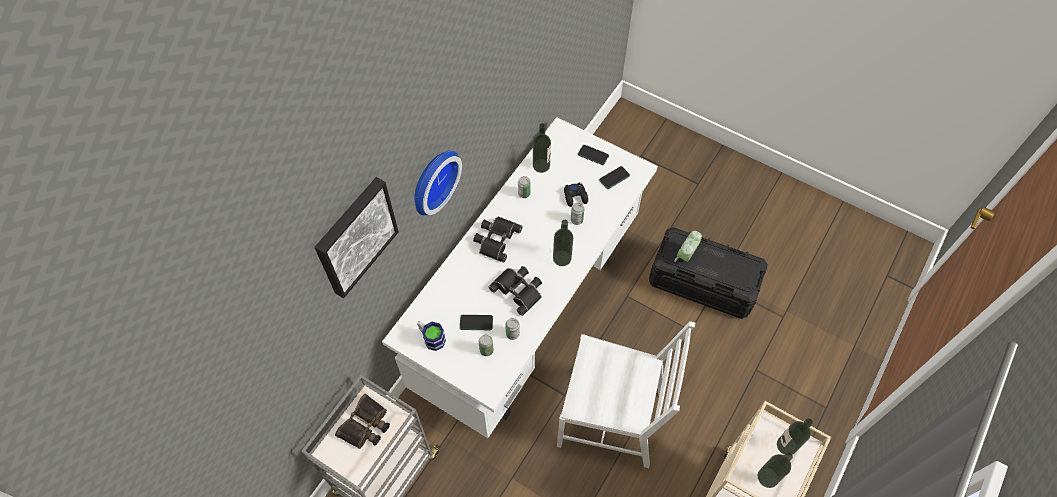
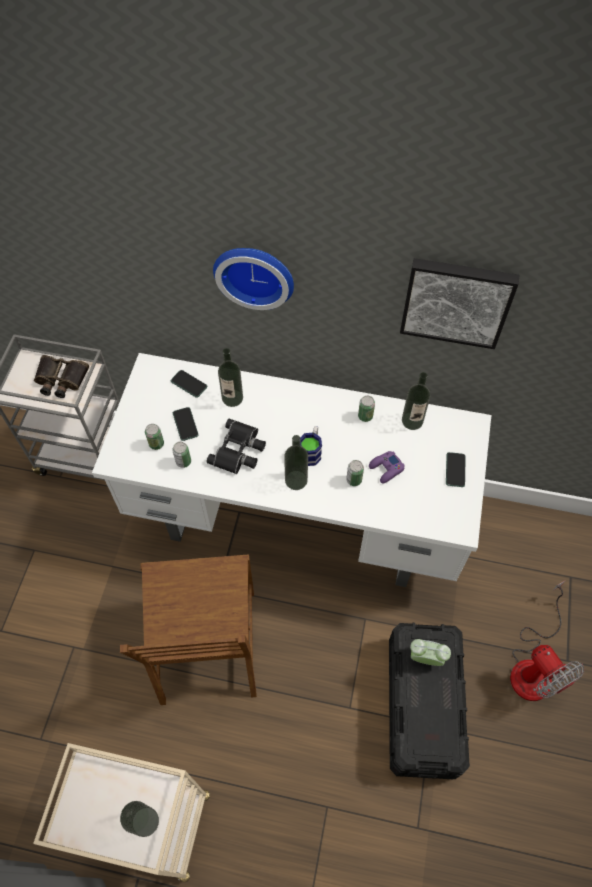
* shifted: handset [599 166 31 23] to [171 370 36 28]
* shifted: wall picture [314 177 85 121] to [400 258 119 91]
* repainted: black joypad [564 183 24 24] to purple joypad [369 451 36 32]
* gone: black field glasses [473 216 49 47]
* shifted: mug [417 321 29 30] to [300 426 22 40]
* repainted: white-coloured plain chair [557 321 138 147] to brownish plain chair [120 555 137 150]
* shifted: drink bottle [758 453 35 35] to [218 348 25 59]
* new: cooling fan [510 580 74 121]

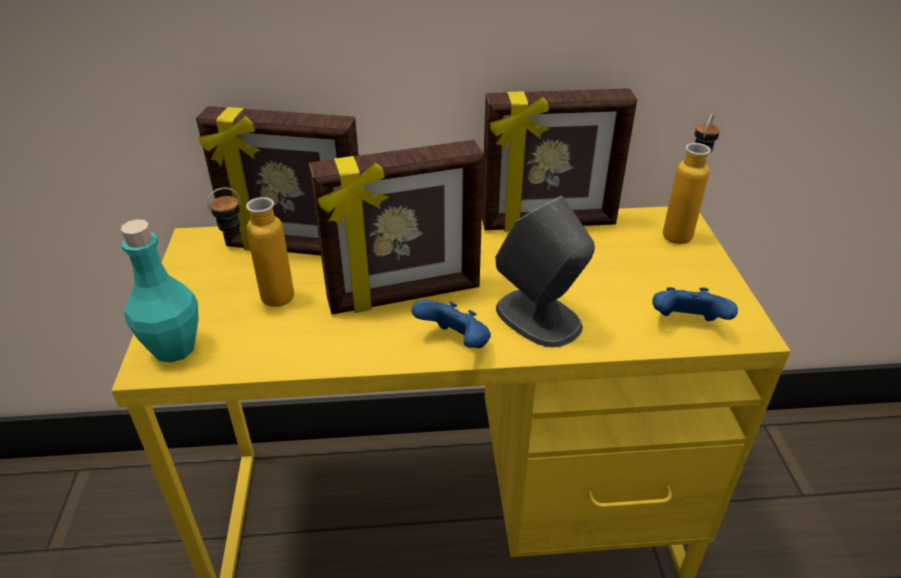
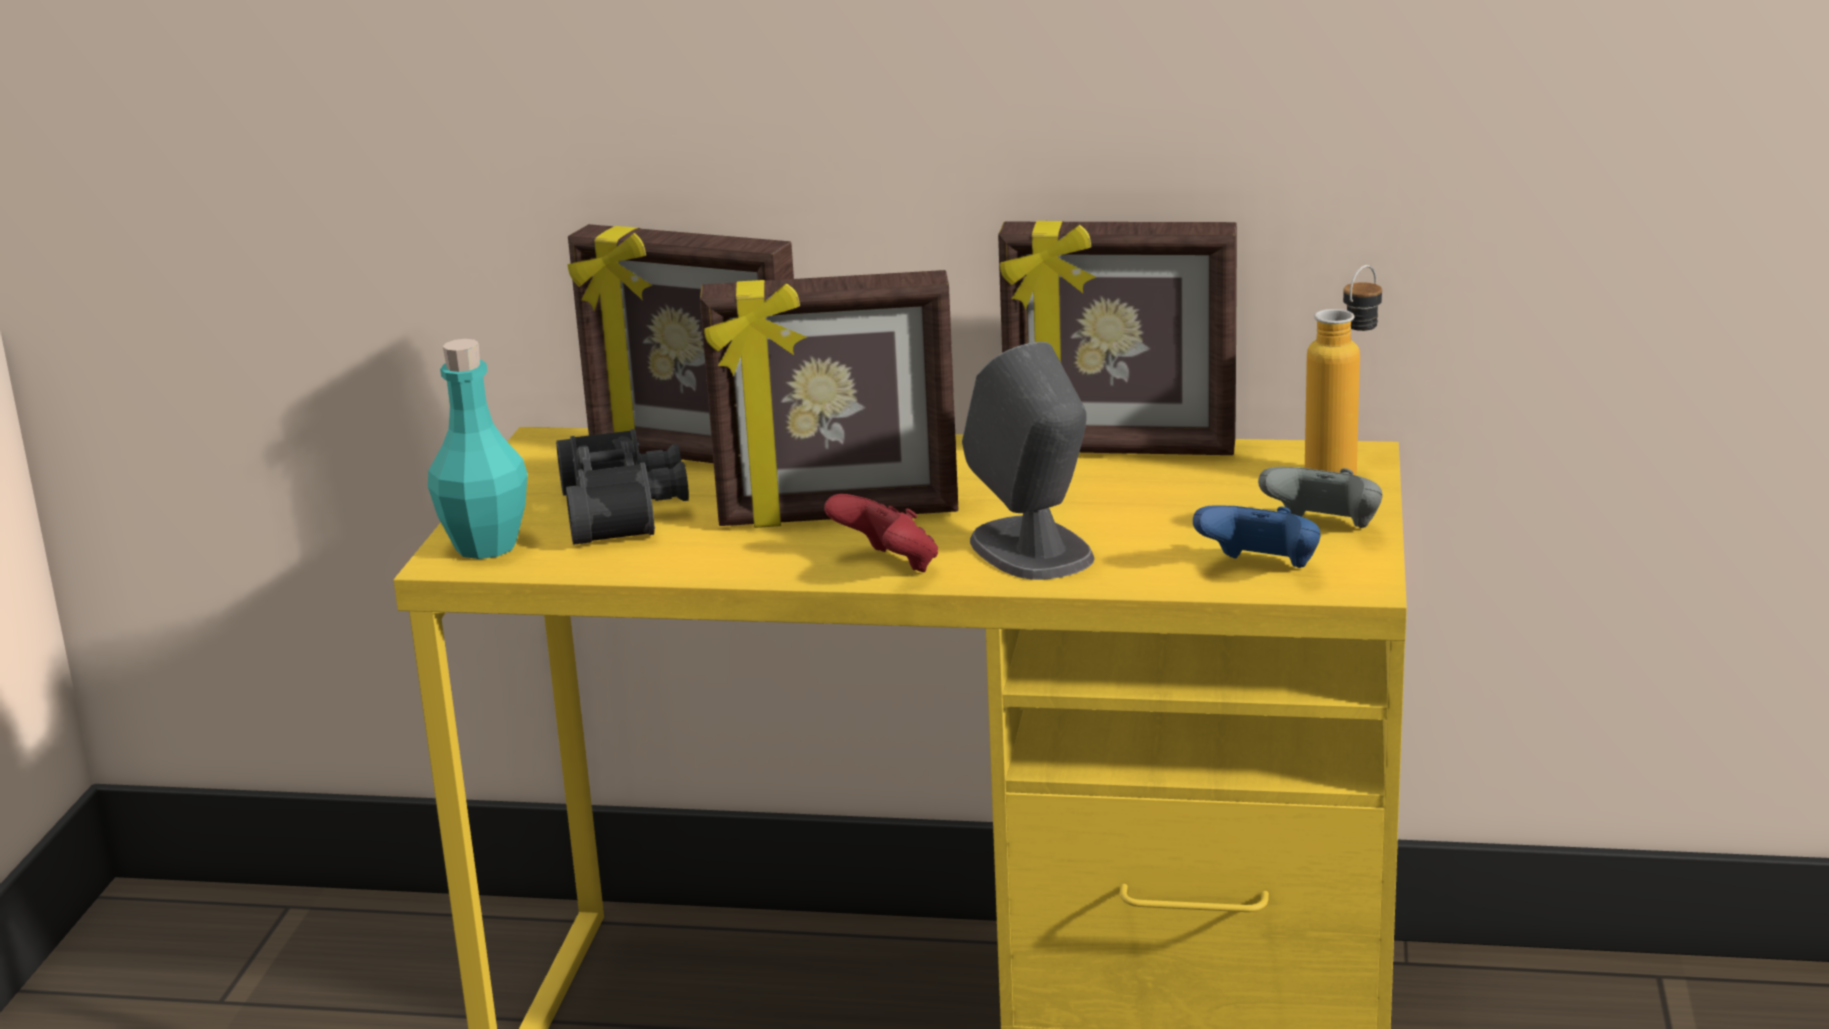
* swapped: drink bottle [207 187 87 120] to black field glasses [556 429 133 116]
* repainted: blue joypad [412 300 79 48] to reddish joypad [824 494 114 78]
* new: grey joypad [1258 467 124 61]

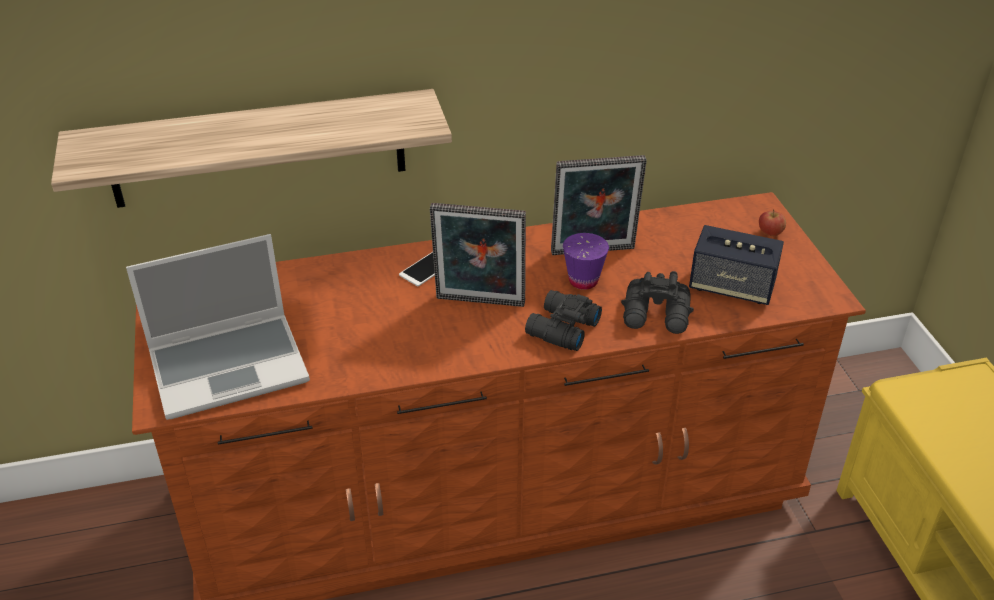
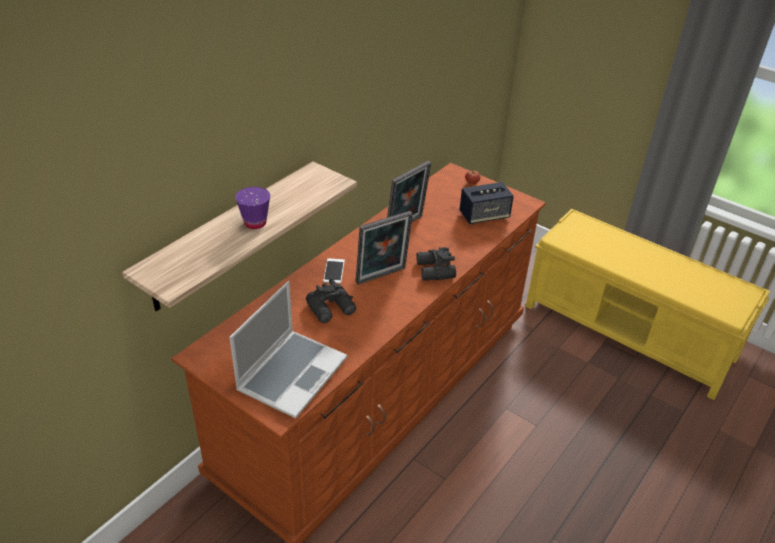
* shifted: purple drinking cup [563 233 46 57] to [235 187 35 42]
* shifted: black field glasses [621 271 73 63] to [306 279 50 44]

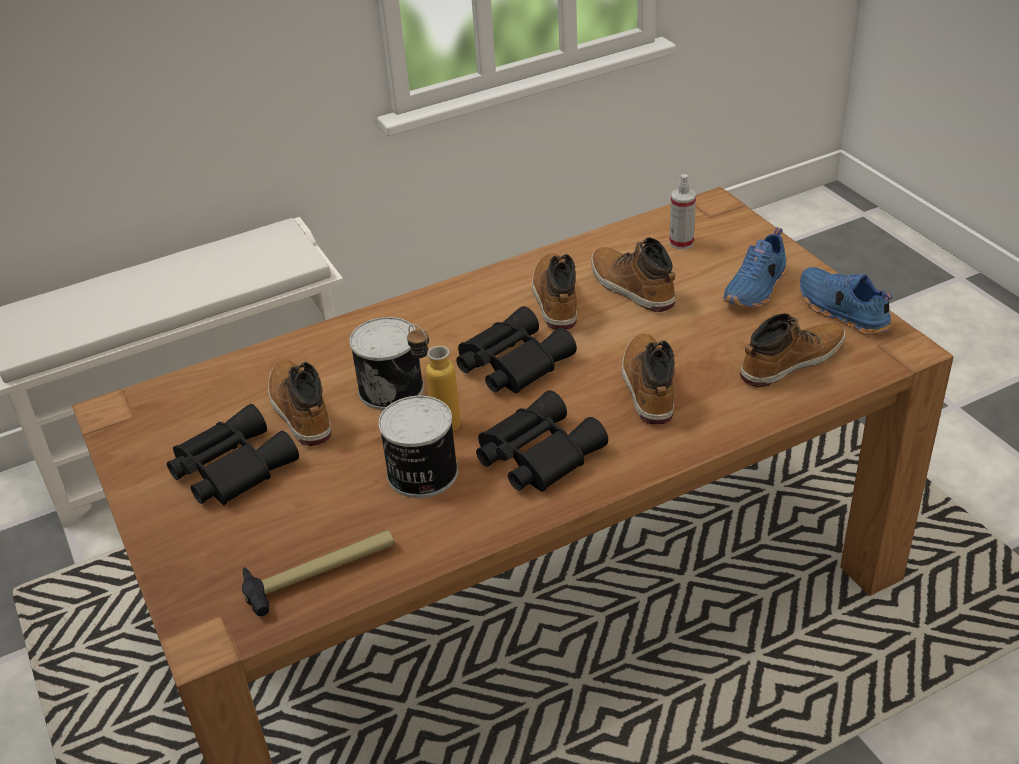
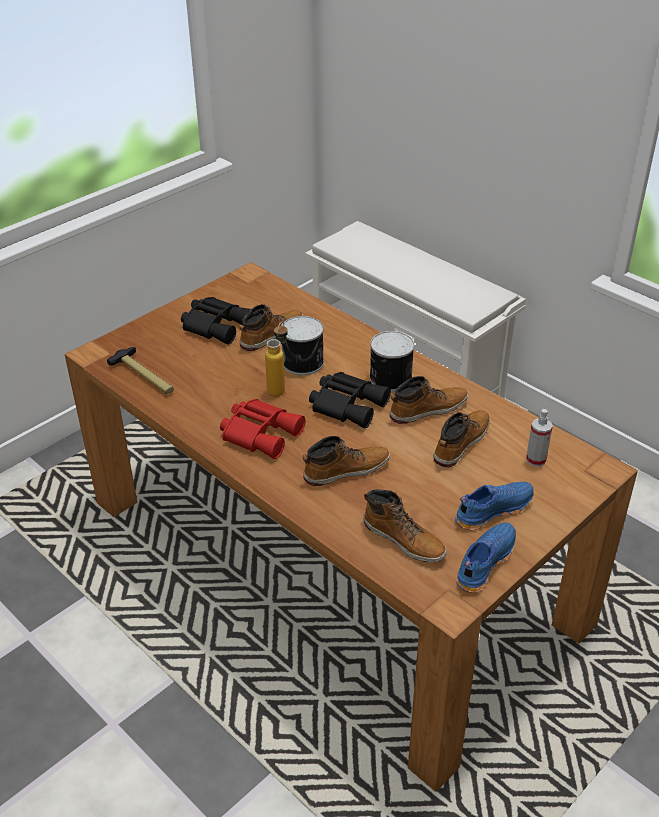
* rotated: blue item of footwear [723 227 63 81] = [455 482 79 48] 135 degrees clockwise
* repainted: black field glasses [476 390 132 102] to reddish field glasses [220 399 86 60]
* shifted: can [378 396 80 102] to [370 331 44 61]

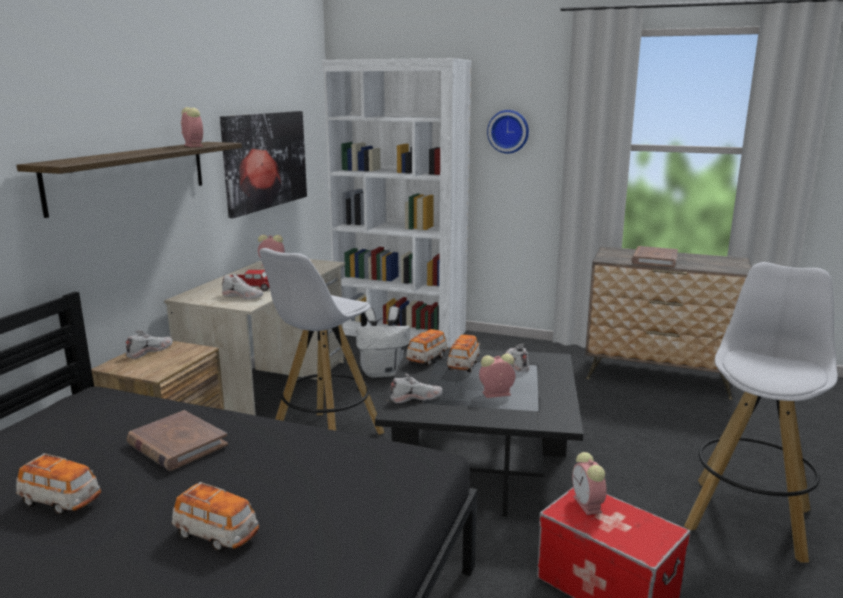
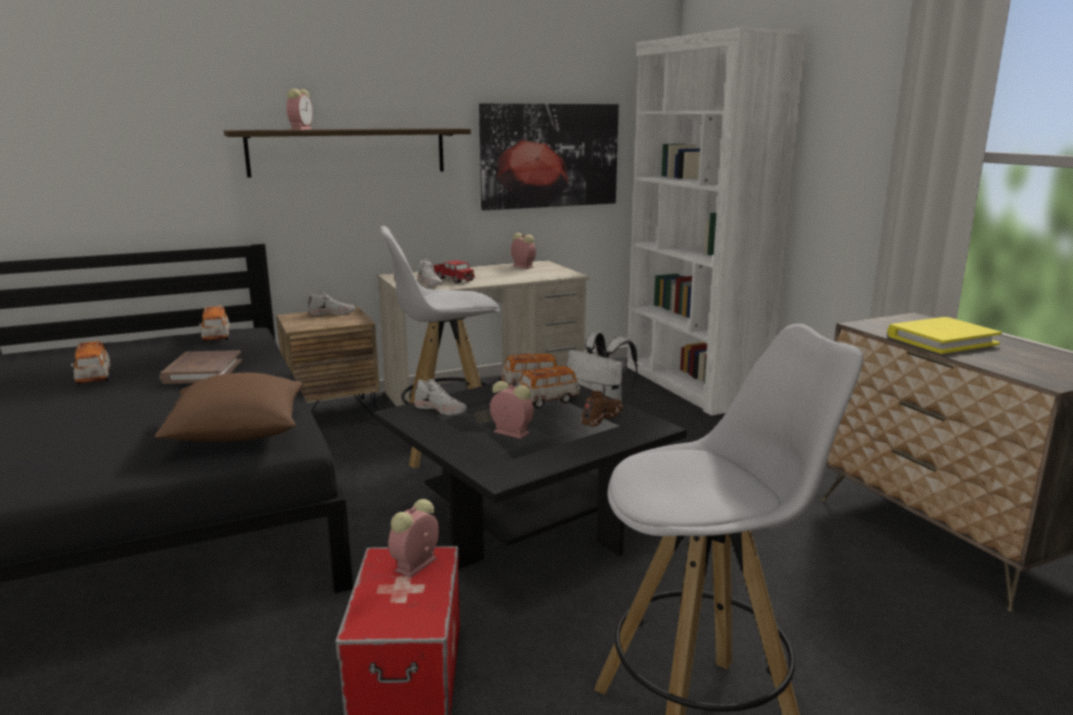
* shifted: table clock [181 107 22 40] to [287 88 26 42]
* gone: wall clock [487 110 42 44]
* repainted: brownish volume [631 246 47 22] to yellow volume [887 317 115 37]
* repainted: white-coloured item of footwear [506 344 23 28] to brownish item of footwear [581 391 42 36]
* shifted: miniature car [172 482 87 70] to [199 305 31 37]
* new: brownish pillow [154 373 149 69]

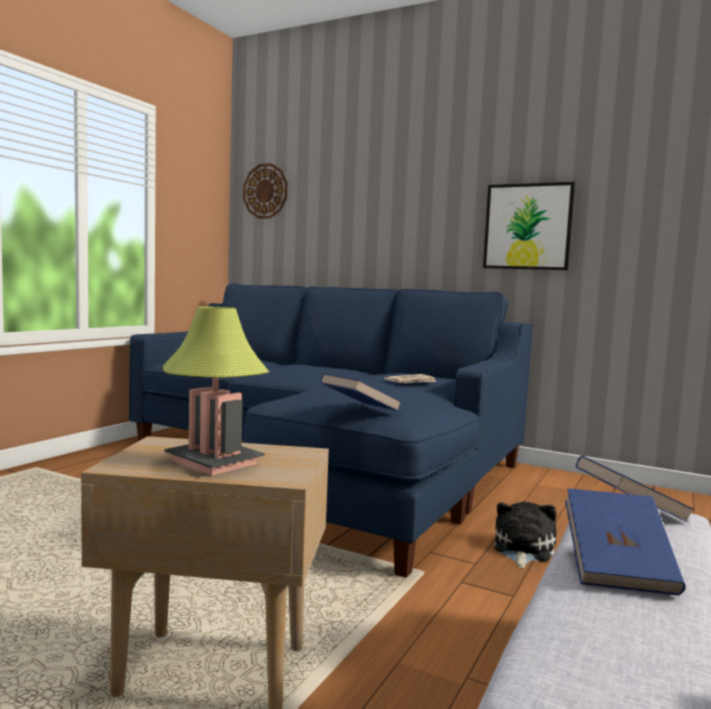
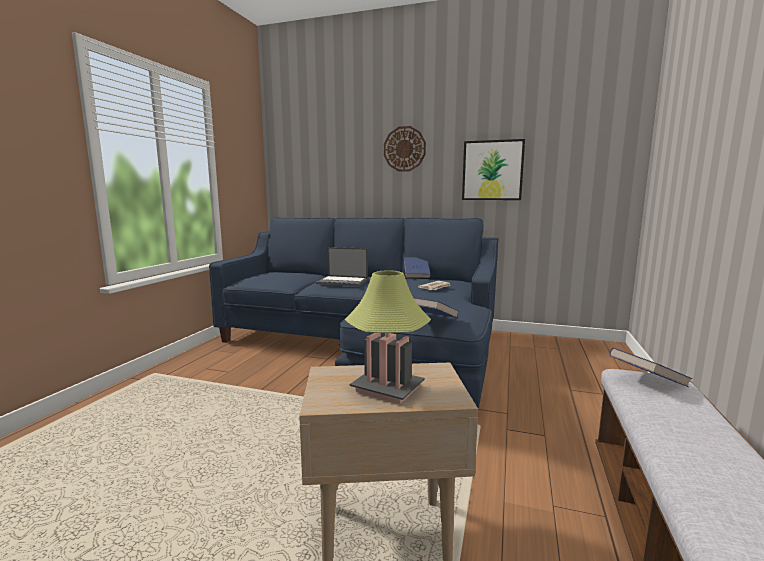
* shifted: wall clock [243 163 45 56] to [384 126 42 46]
* shifted: blue volume [565 488 120 107] to [404 257 27 21]
* gone: cuddly toy [494 502 62 67]
* new: portable computer [316 247 52 39]

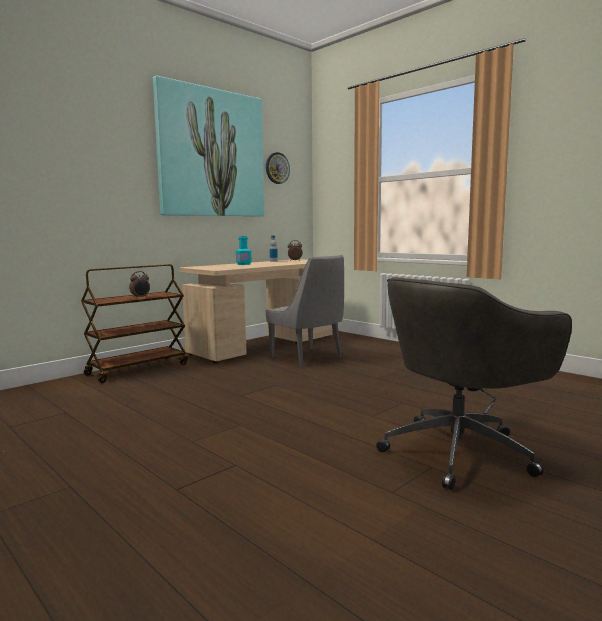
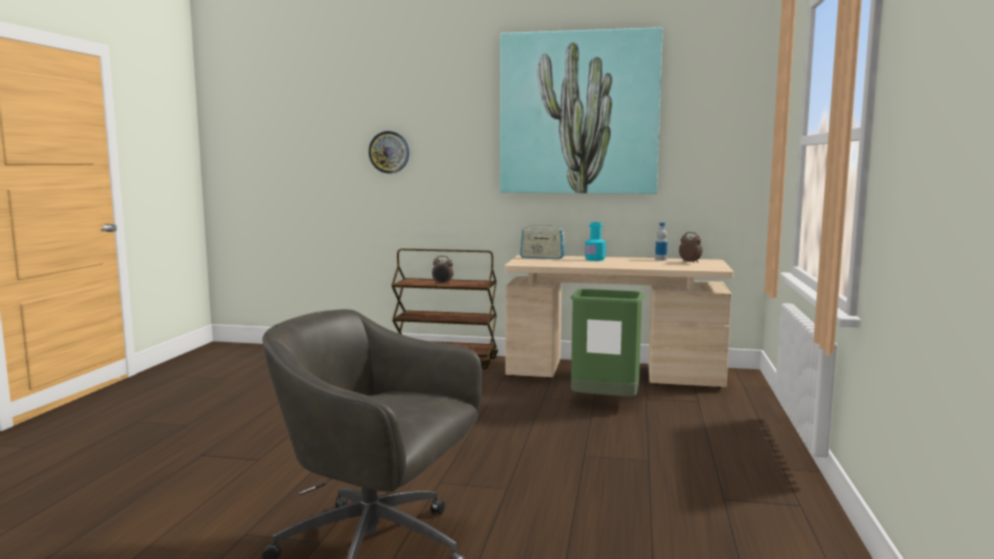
* shifted: wall clock [266 152 24 32] to [368 131 41 42]
* swapped: grey plain chair [266 255 78 112] to green trash can [571 289 73 108]
* new: radio set [520 221 45 38]

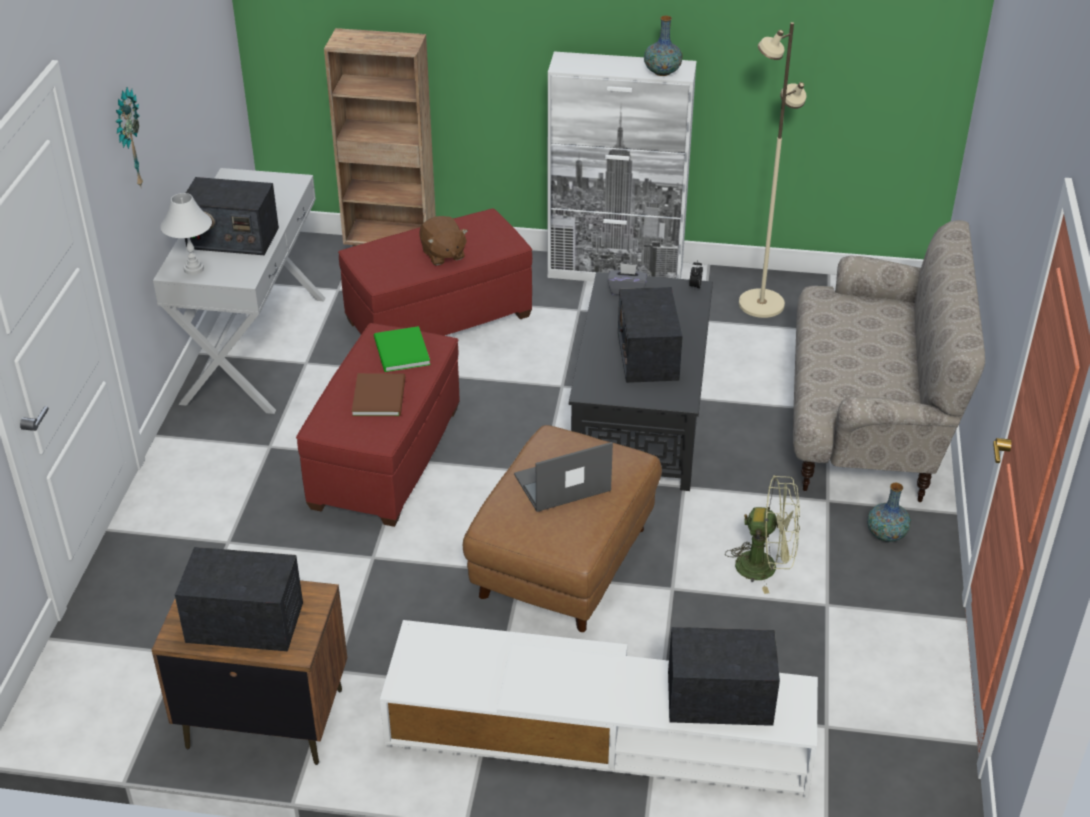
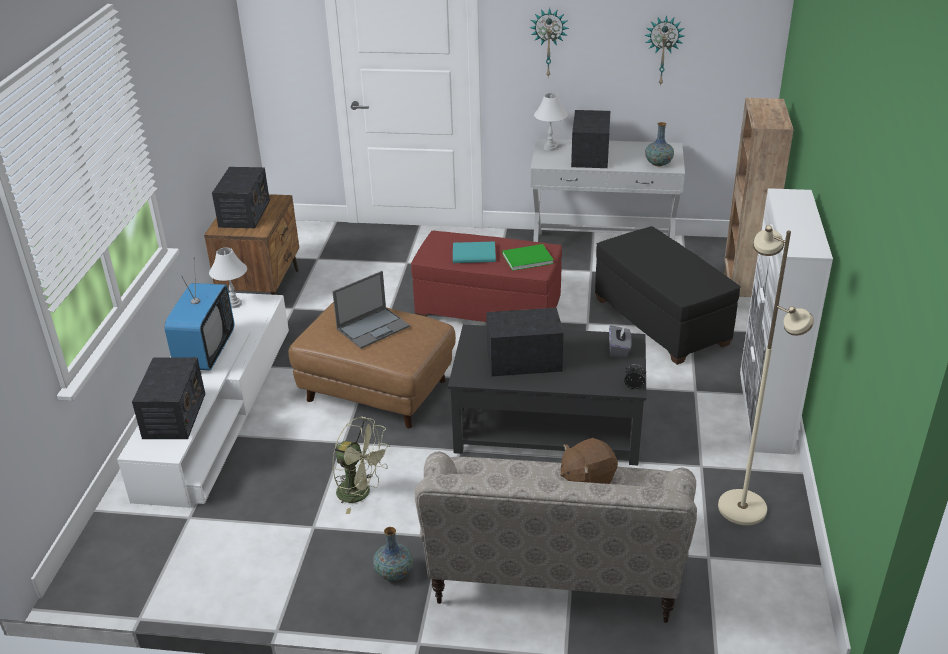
* shifted: flower vase [644 16 39 60] to [645 122 29 45]
* repainted: reddish pouffe [338 208 194 128] to black pouffe [595 226 146 139]
* shifted: brownish cuddly toy [419 216 49 49] to [560 438 58 46]
* repainted: brownish volume [352 373 53 43] to turquoise volume [453 242 43 21]
* rotated: portable computer [514 442 99 70] = [332 271 78 78] 75 degrees clockwise
* rotated: green cooling fan [725 475 75 119] = [332 416 59 98] 75 degrees counterclockwise
* new: wall clock [644 15 40 71]
* new: white-coloured lamp for a table [209 248 38 60]
* new: TV set [164 258 70 113]

